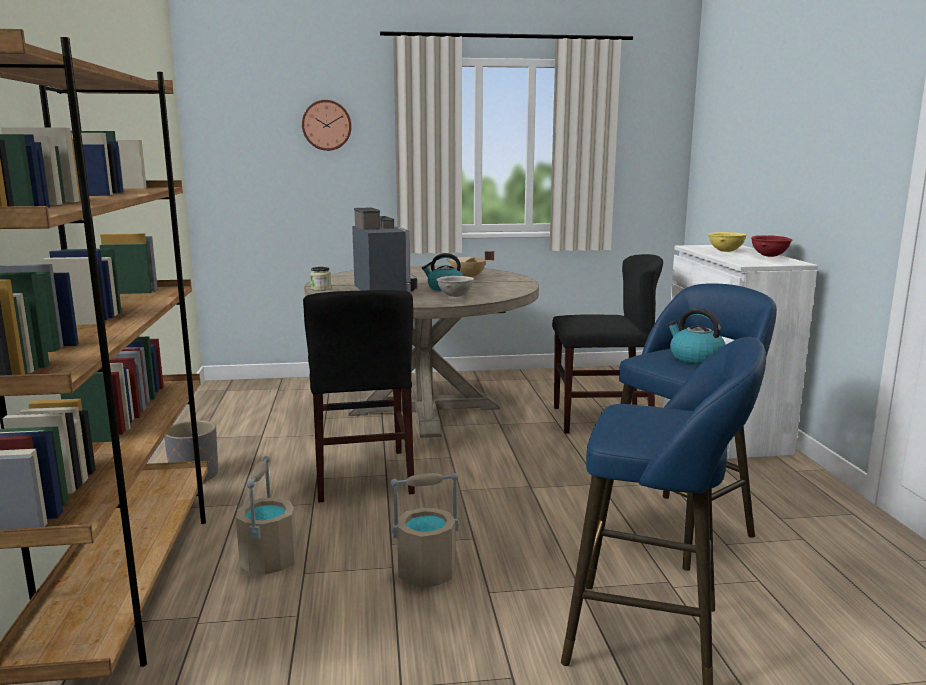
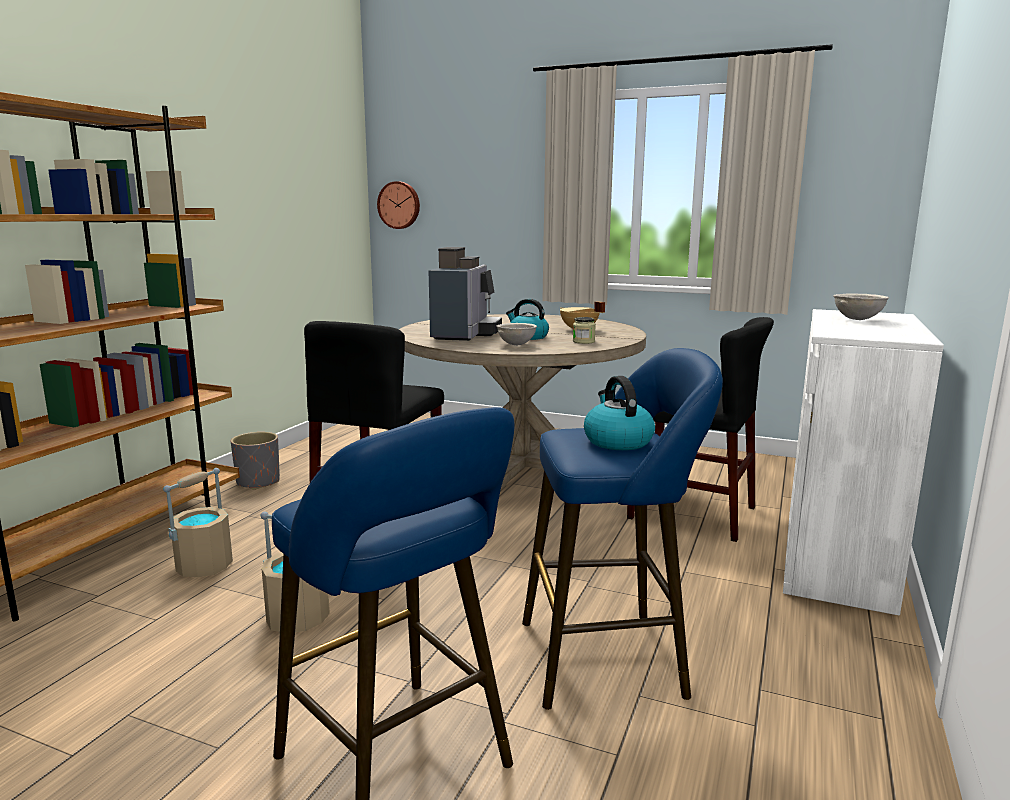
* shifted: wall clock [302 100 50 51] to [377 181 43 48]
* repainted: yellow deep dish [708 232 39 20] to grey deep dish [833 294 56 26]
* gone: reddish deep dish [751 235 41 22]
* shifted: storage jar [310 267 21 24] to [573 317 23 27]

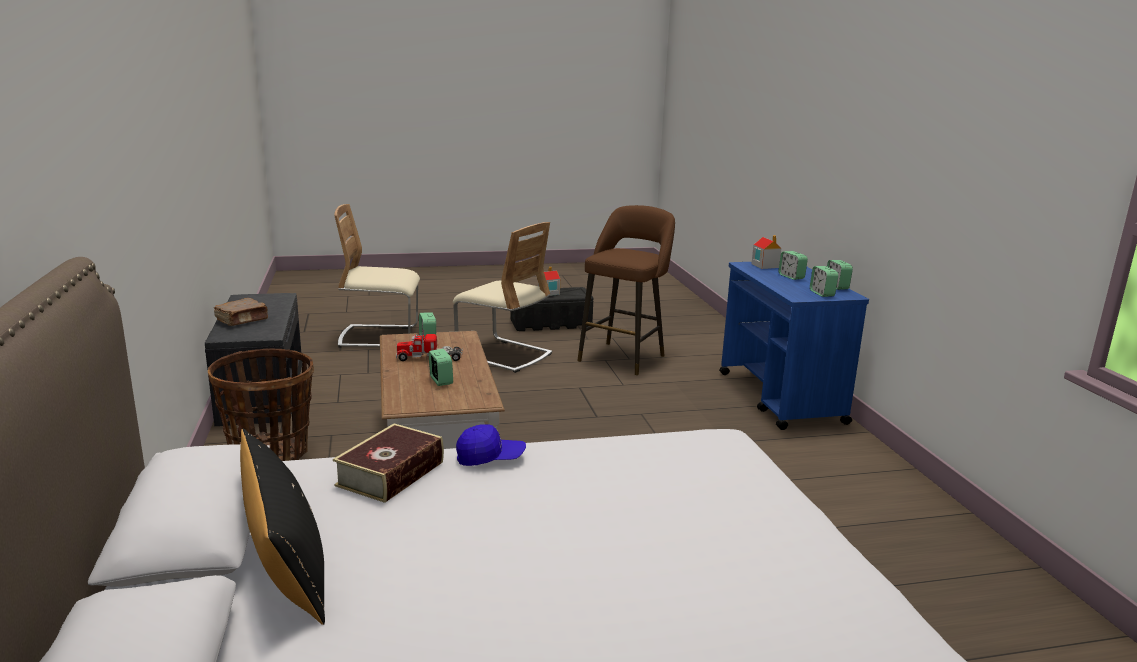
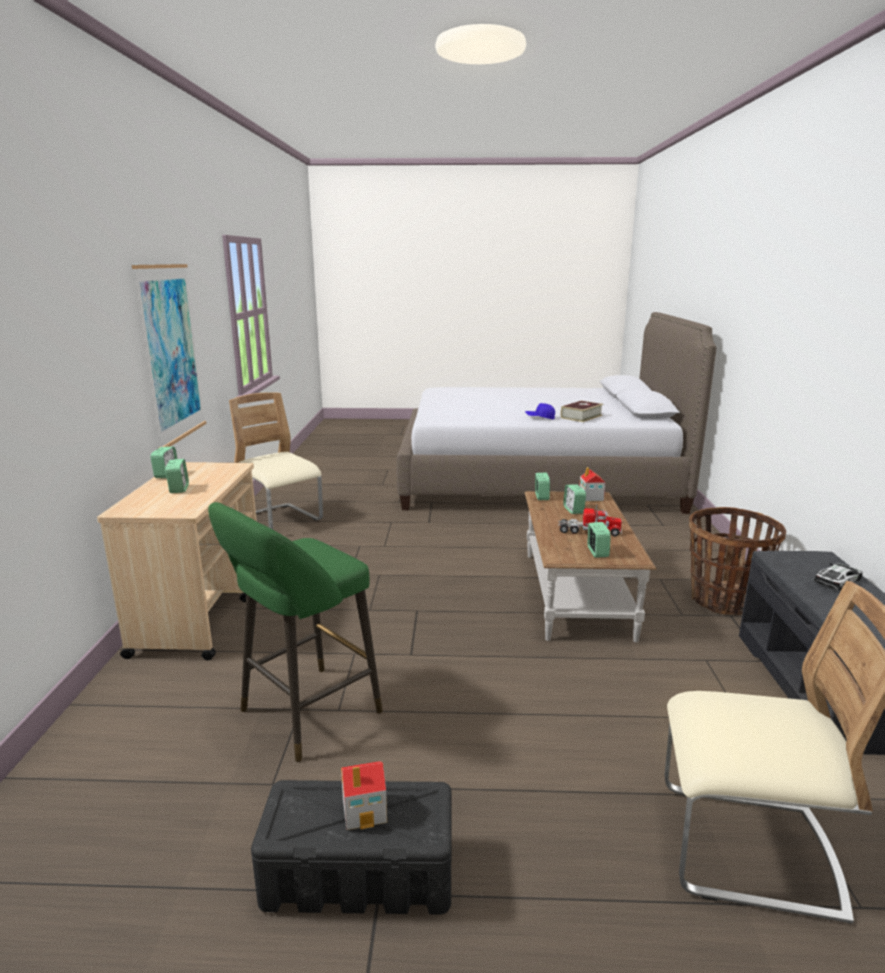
* repainted: brownish stool [577 205 98 170] to green stool [208 502 175 260]
* shifted: sand-coloured plain chair [453 222 99 151] to [229 392 94 138]
* shifted: toy house [751 235 31 34] to [579 467 26 35]
* repainted: blue trolley [719 262 150 168] to sand-coloured trolley [97 462 160 198]
* shifted: table clock [810 266 28 31] to [535 473 15 27]
* swapped: brownish volume [214 298 54 28] to miniature car [814 563 49 27]
* gone: black pillow [240 429 85 196]
* new: wall picture [132 264 74 184]

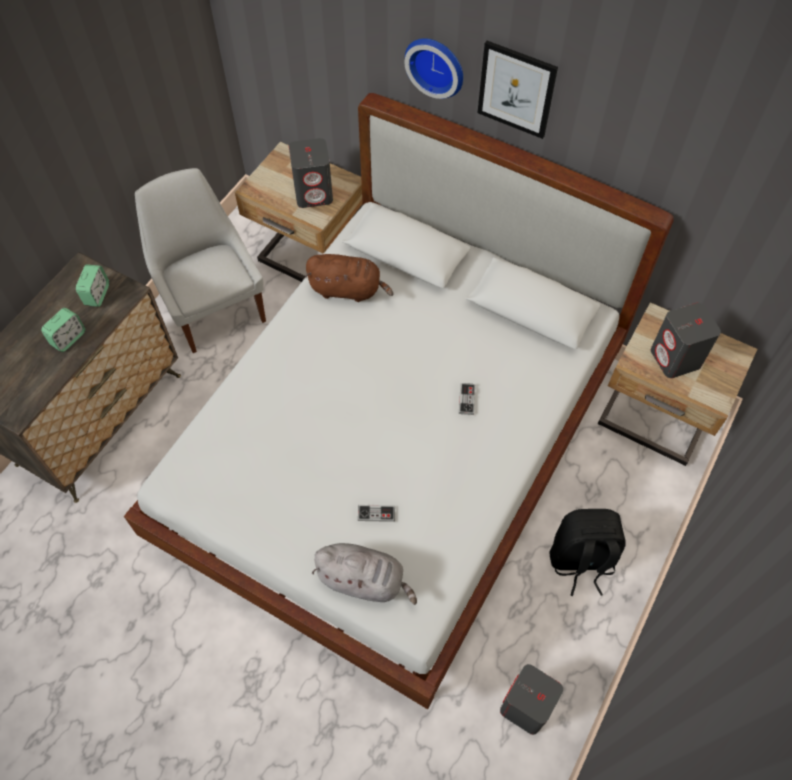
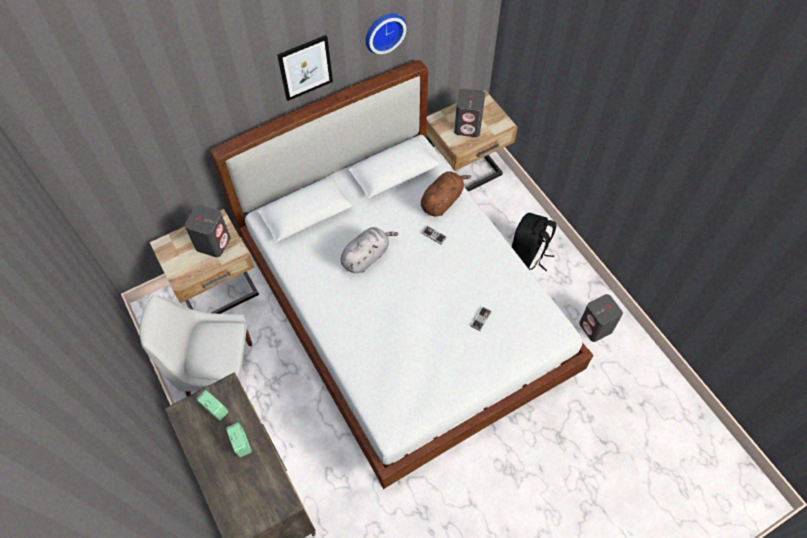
* shifted: wall clock [405 38 58 61] to [366 13 40 41]
* shifted: brownish cuddly toy [305 254 88 48] to [421 171 50 46]
* shifted: grey cuddly toy [312 543 105 62] to [341 227 58 46]

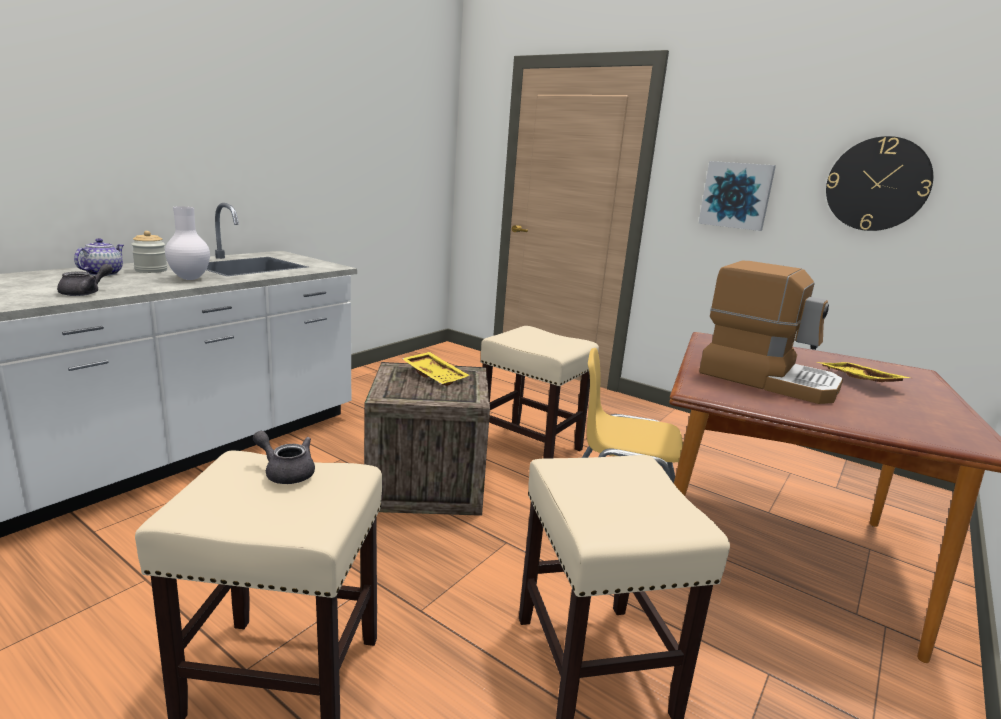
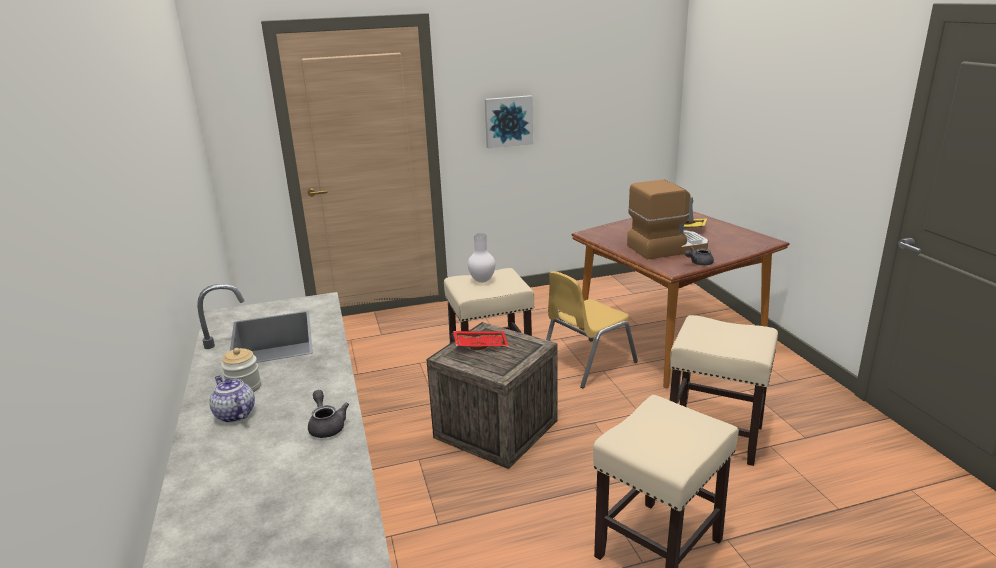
* gone: wall clock [826 136 107 95]
* shifted: white-coloured flower vase [165 207 45 73] to [468 233 27 50]
* repainted: yellow tray [402 352 68 34] to reddish tray [453 331 56 19]
* shifted: grey tea pot [253 431 62 53] to [685 247 29 19]

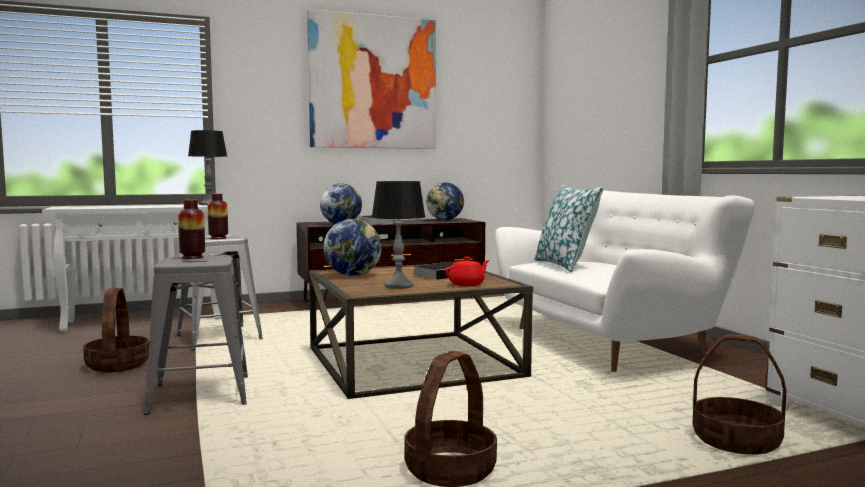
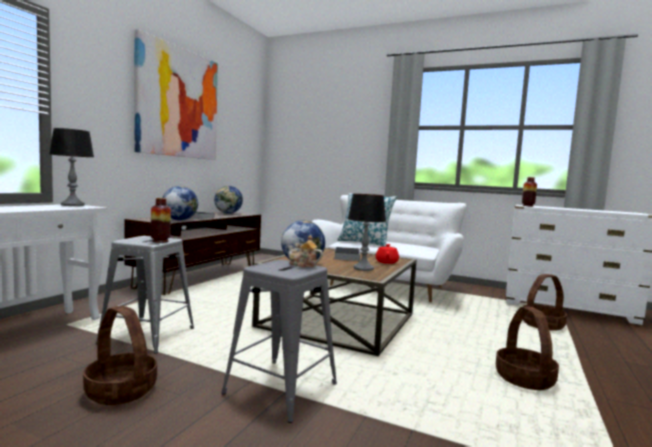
* shifted: flower vase [178 199 27 60] to [522 177 15 30]
* new: tea pot [288 235 35 32]

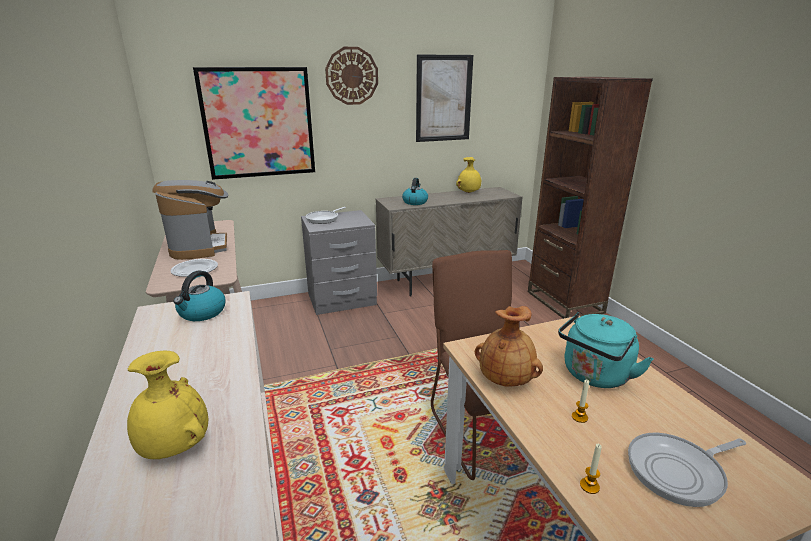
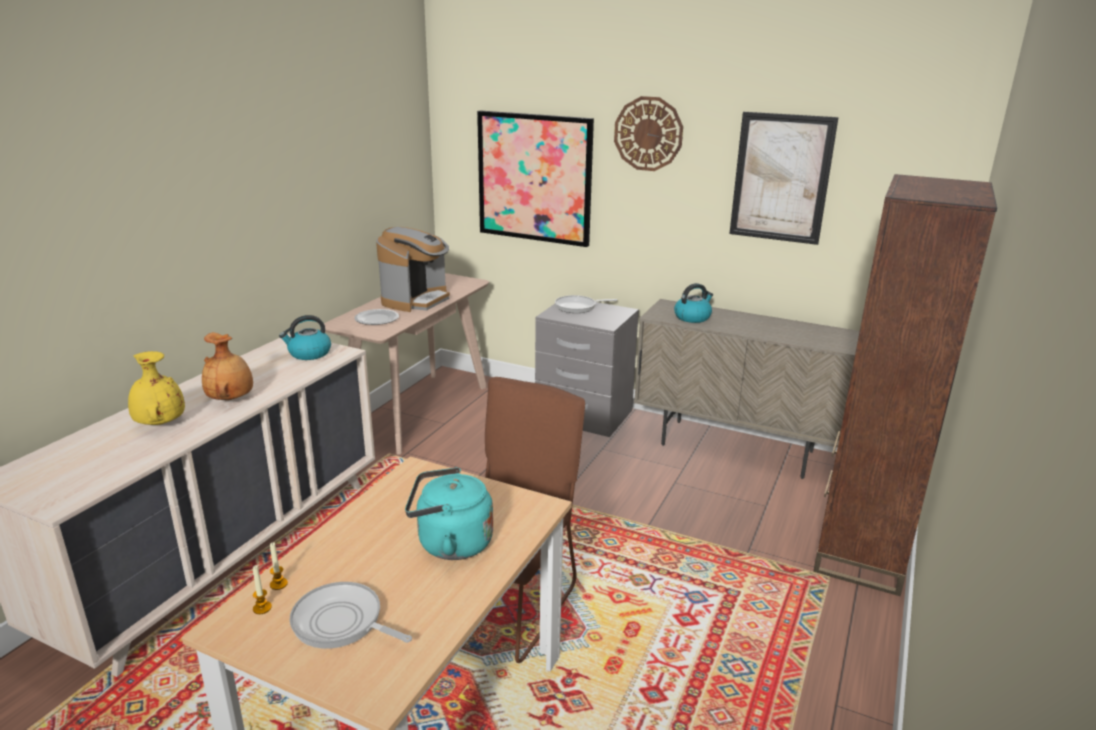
* gone: yellow flower vase [456 157 26 36]
* shifted: brownish flower vase [475 306 68 81] to [202 332 51 68]
* shifted: candle [572 379 17 44] to [253 565 19 49]

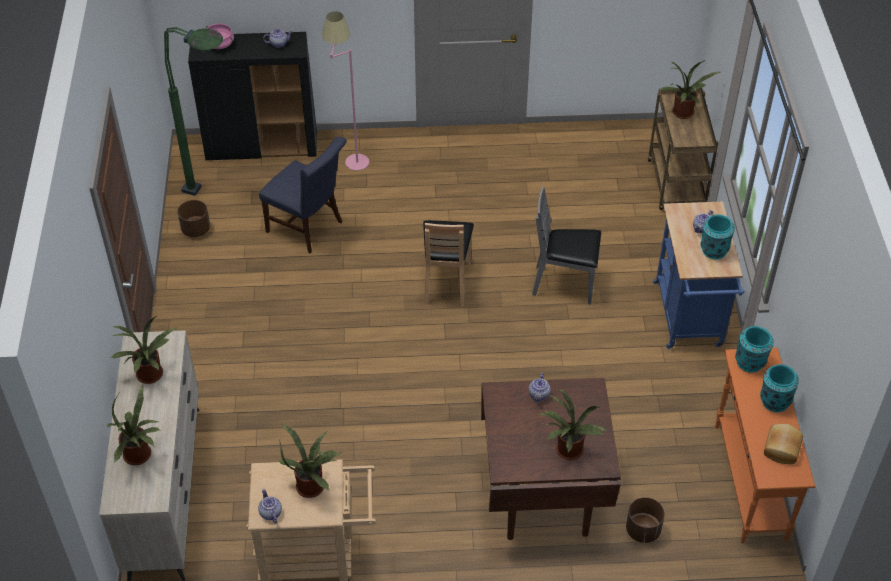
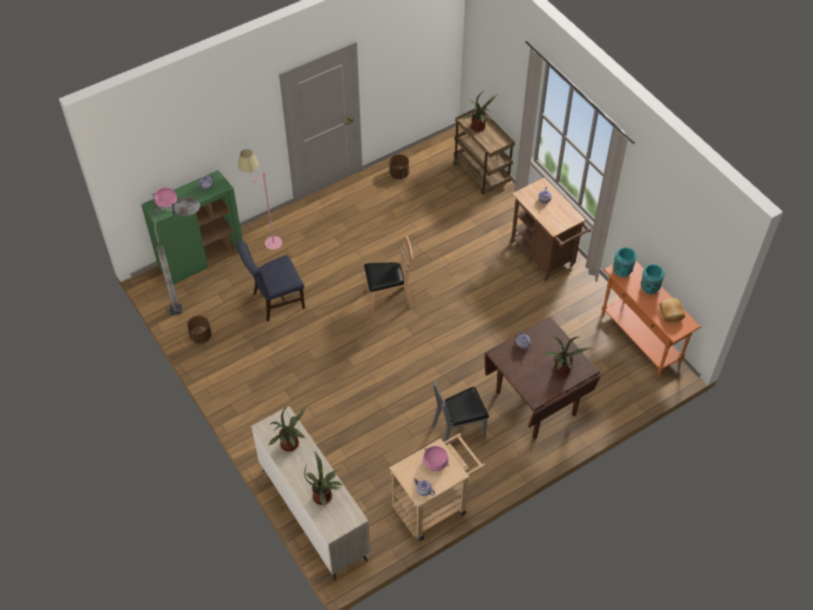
* repainted: green standing lamp [164 27 59 169] to grey standing lamp [154 197 46 118]
* repainted: black cabinet [188 32 129 128] to green cabinet [141 170 102 115]
* rotated: blue plain chair [259 137 88 117] = [236 241 69 81] 150 degrees clockwise
* shifted: grey plain chair [532 187 69 118] to [432 380 57 66]
* repainted: blue trolley [653 201 92 148] to brownish trolley [510 177 81 104]
* gone: turquoise flower vase [700 214 35 45]
* rotated: brownish plain chair [423 220 51 87] = [364 235 50 80] 75 degrees counterclockwise
* swapped: plant in a pot [279 424 64 74] to pink saucepot [423 446 26 25]
* shifted: brownish plant pot [626 497 39 46] to [389 154 20 25]

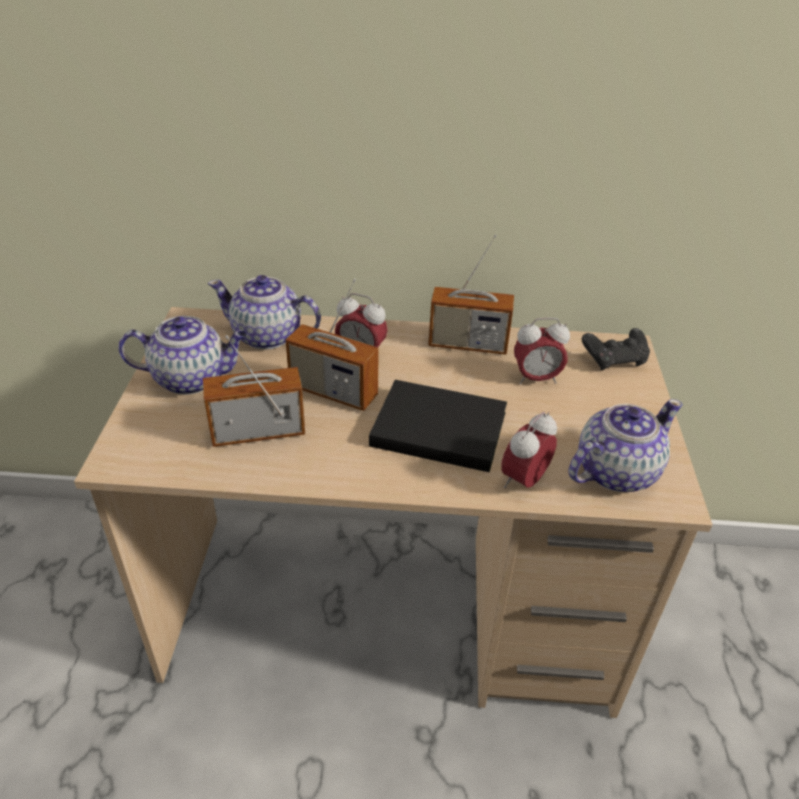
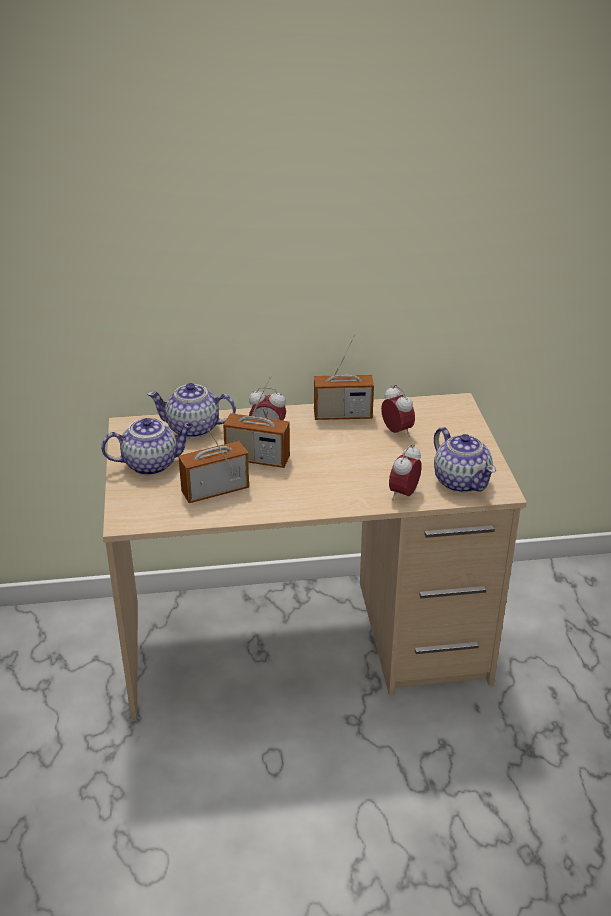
* rotated: table clock [514 318 56 67] = [381 385 34 52] 105 degrees counterclockwise
* gone: black joypad [582 328 68 42]
* gone: black volume [369 380 138 92]
* rotated: tea pot [568 399 115 93] = [434 427 62 66] 105 degrees clockwise

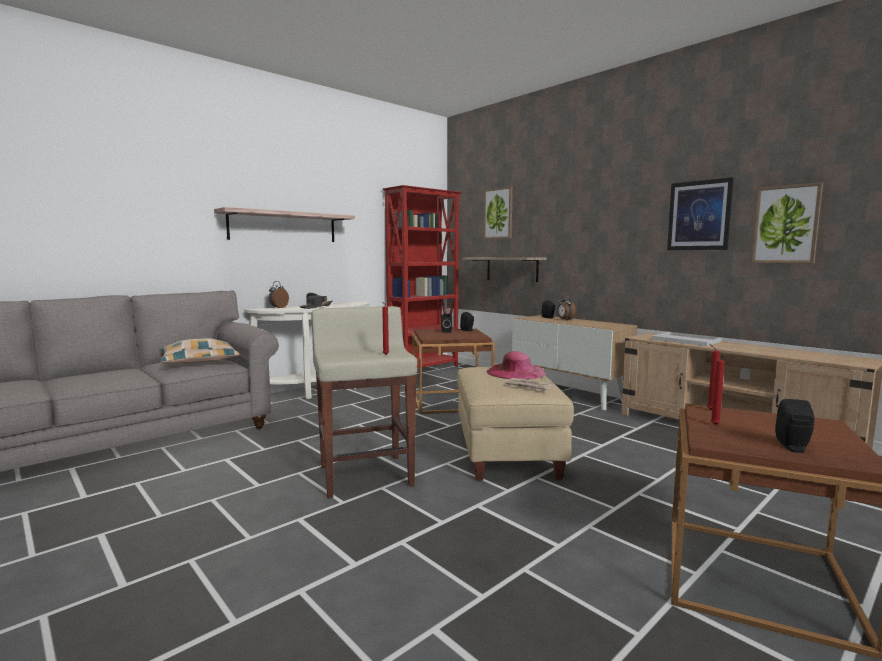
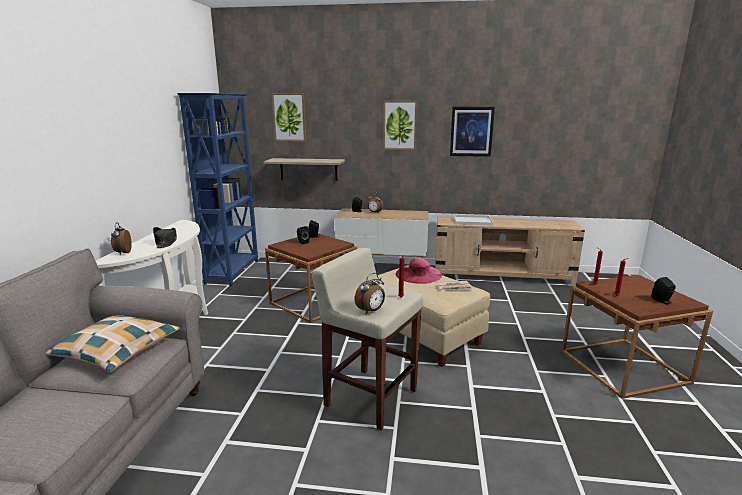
* shifted: wall picture [751 182 72 81] to [383 100 34 50]
* repainted: reddish bookcase [383 185 79 183] to blue bookcase [177 93 81 193]
* gone: wall shelf [214 207 141 35]
* new: table clock [355 273 30 41]

